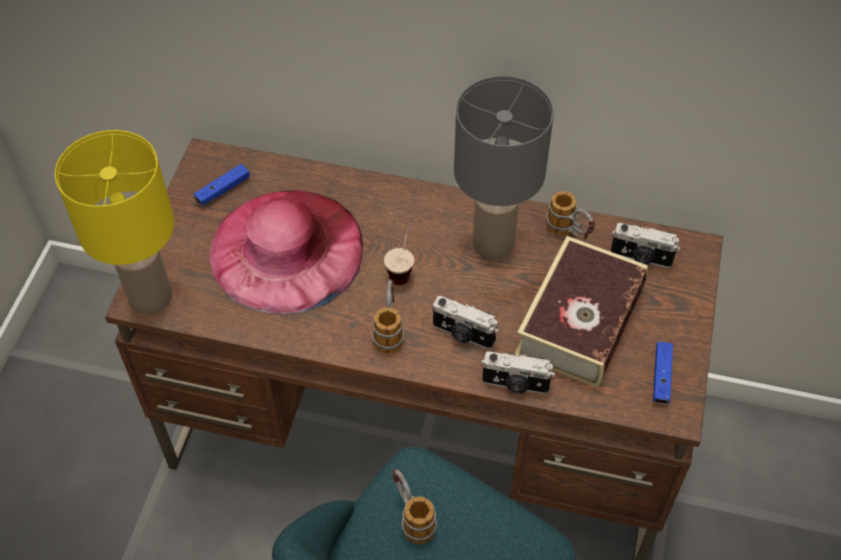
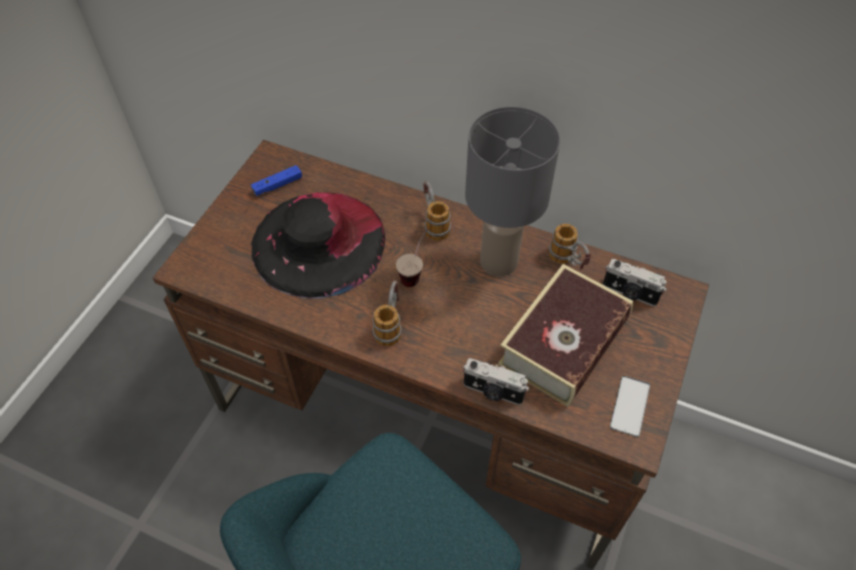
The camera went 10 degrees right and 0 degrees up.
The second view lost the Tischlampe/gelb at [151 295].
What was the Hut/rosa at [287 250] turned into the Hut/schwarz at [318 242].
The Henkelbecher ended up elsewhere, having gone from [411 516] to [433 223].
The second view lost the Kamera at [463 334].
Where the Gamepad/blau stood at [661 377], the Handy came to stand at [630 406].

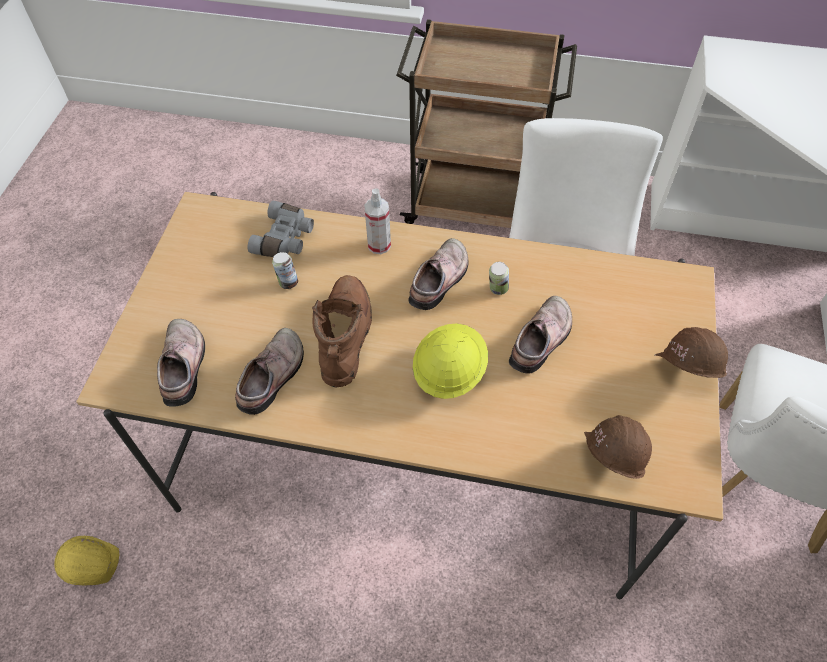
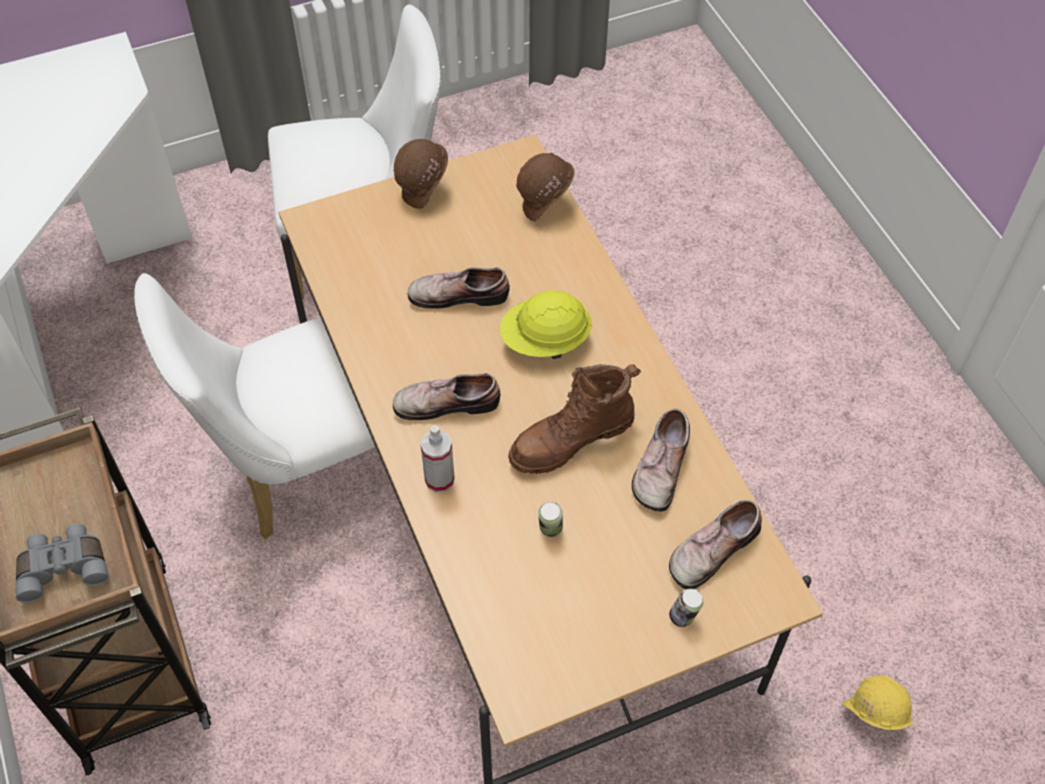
The camera went 125 degrees left and 0 degrees up.
The Schuh at [274 376] ended up facing another way, 60 degrees counterclockwise from before.
The Fernglas/grau ended up elsewhere, having gone from [285 239] to [64 566].
The Dose ended up elsewhere, having gone from [497 290] to [683 617].

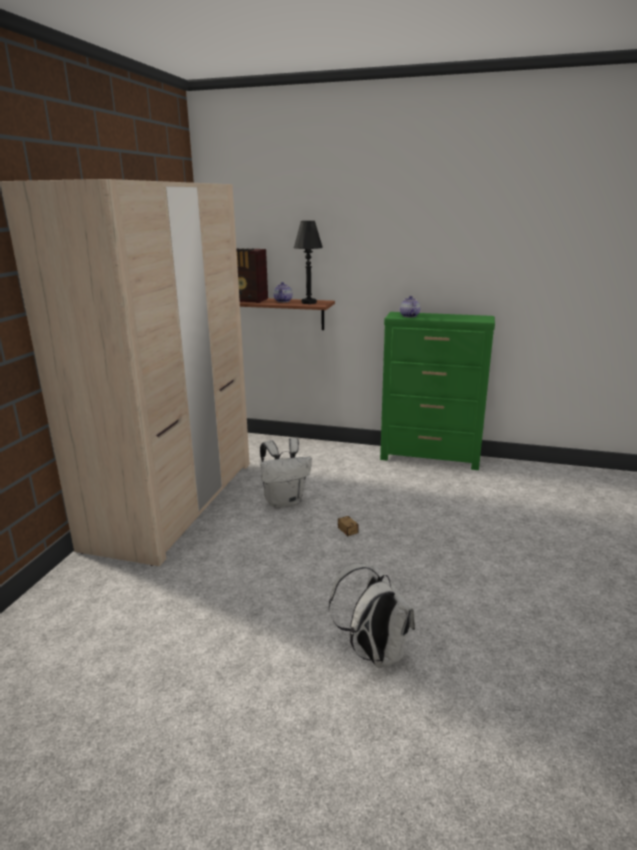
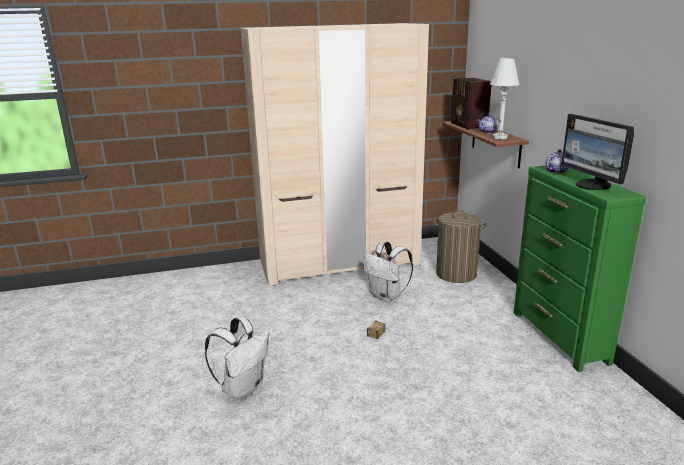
The camera went 60 degrees right and 0 degrees up.
What was the Tischlampe/schwarz at [308 302] turned into the Tischlampe/weiß at [499 137].
The second view gained the Wäschekorb at [456 274].
The second view gained the Monitor at [592 185].

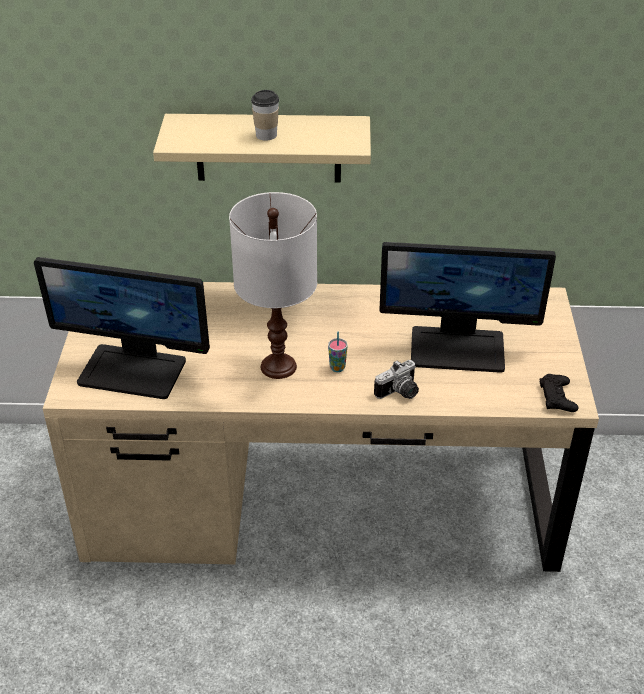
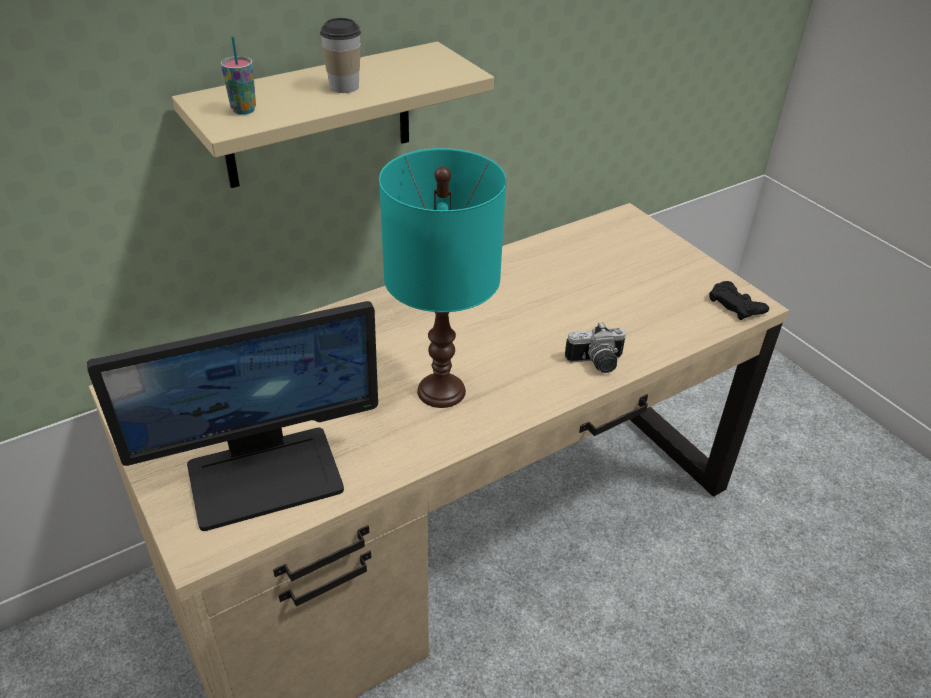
The camera went 35 degrees left and 0 degrees up.
What was the Tischlampe/weiß at [278 367] turned into the Tischlampe/türkis at [441 391].
The Tasse ended up elsewhere, having gone from [337 368] to [244 110].
The Kamera at [400 393] ended up facing another way, 60 degrees clockwise from before.
The second view lost the Monitor at [458 348].

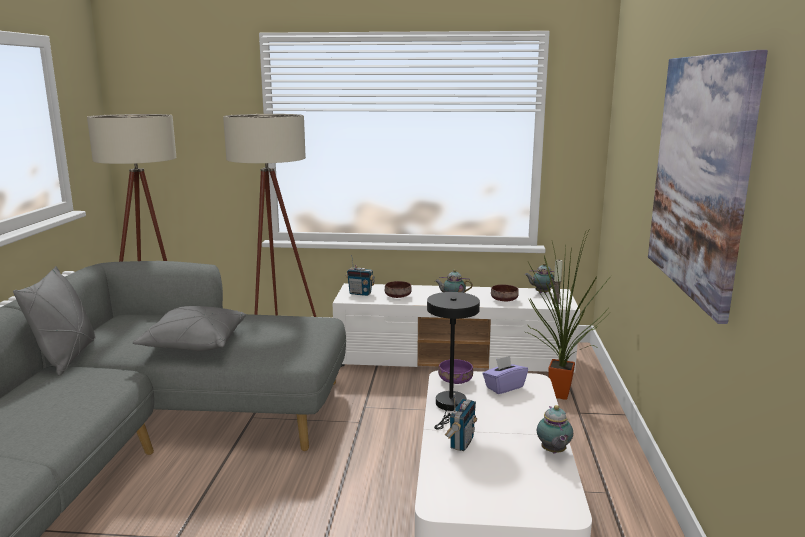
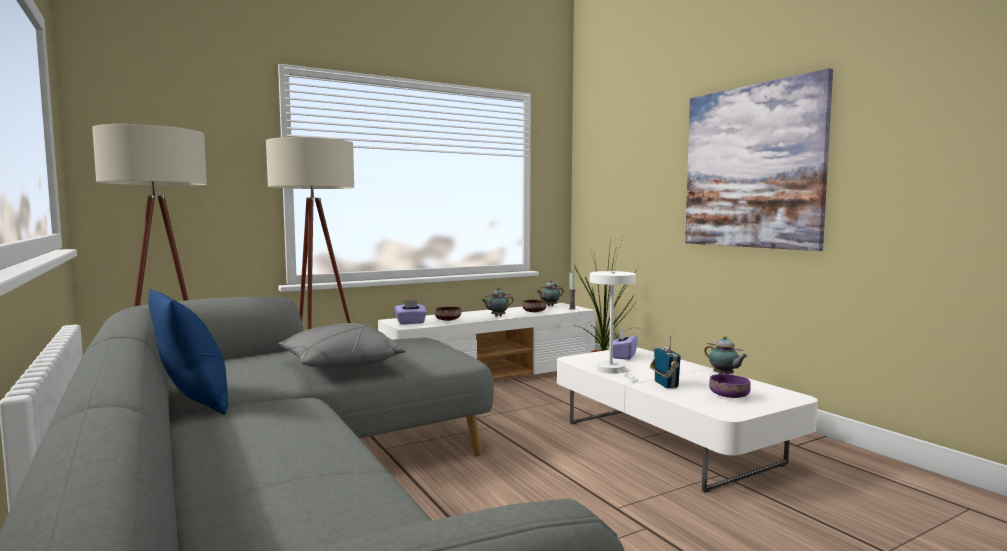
The camera went 35 degrees left and 10 degrees down.
What was the Kissen/grau at [67 357] turned into the Kissen/blau at [193 402].
Where the Radio stood at [360 293], the Taschentuchbox/lila came to stand at [411 322].
What was the Tischlampe/schwarz at [450 406] turned into the Tischlampe/weiß at [613 371].
The Schüssel/lila ended up elsewhere, having gone from [456 380] to [730 396].

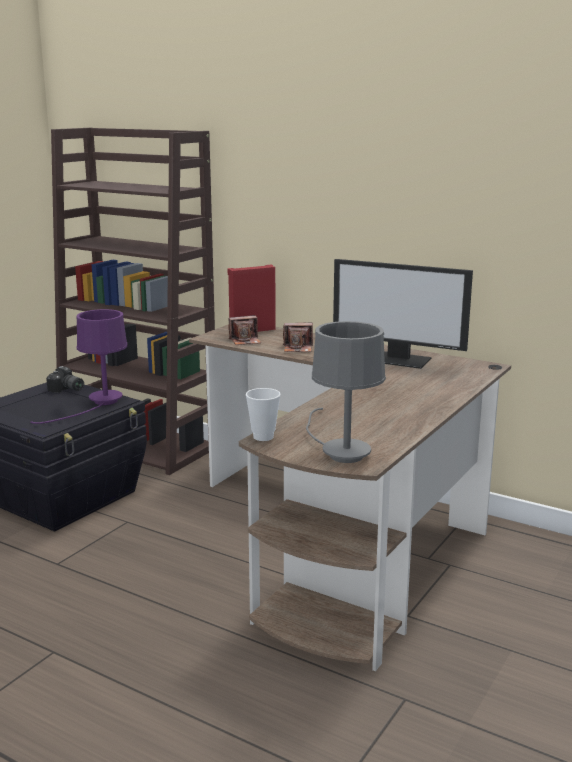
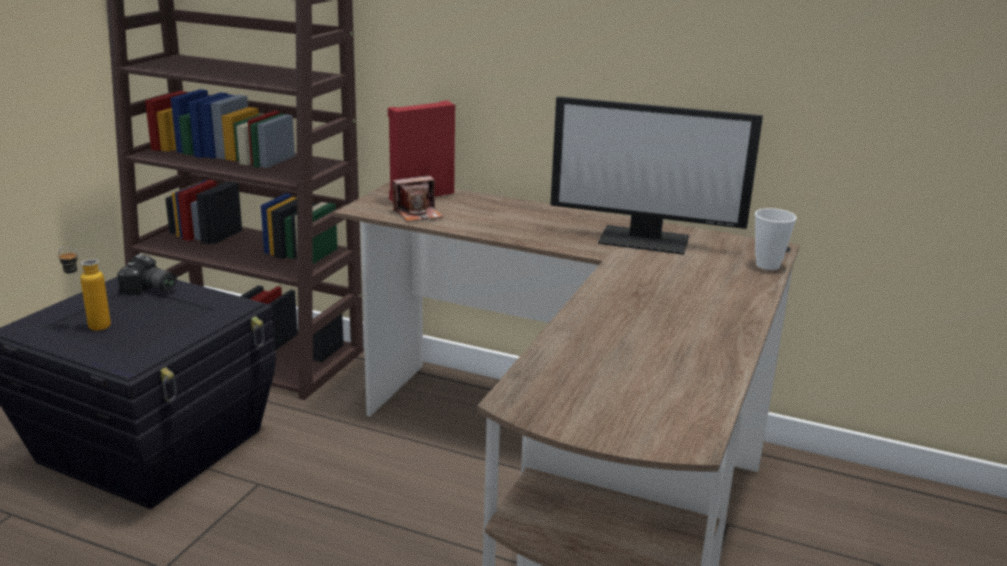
The camera went 10 degrees left and 5 degrees up.
The second view lost the Tischlampe/lila at [99 404].
The Tasse ended up elsewhere, having gone from [263 437] to [767 265].
The second view lost the Kamera at [298 348].
The second view lost the Tischlampe/grau at [339 450].
The second view gained the Flasche at [90 326].

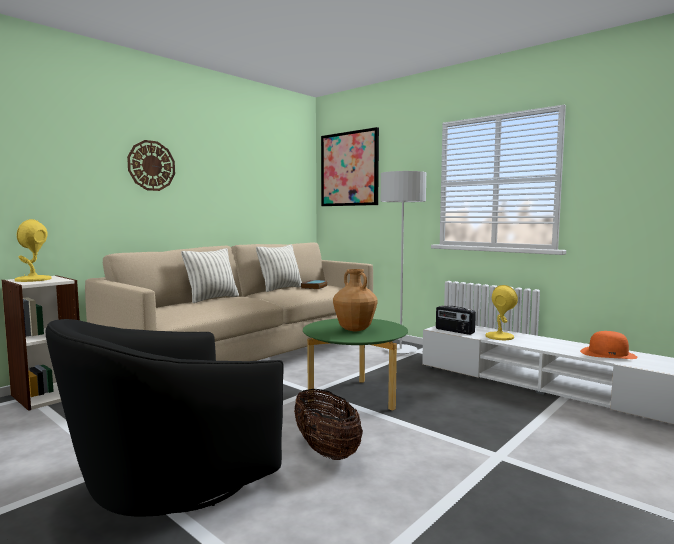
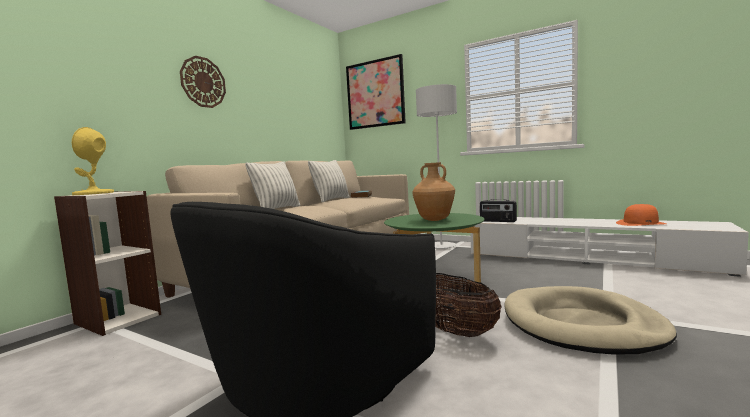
The camera went 10 degrees left and 0 degrees up.
The second view lost the Tischlampe/gelb at [499 336].
The second view gained the Hundebett/beige at [581 325].

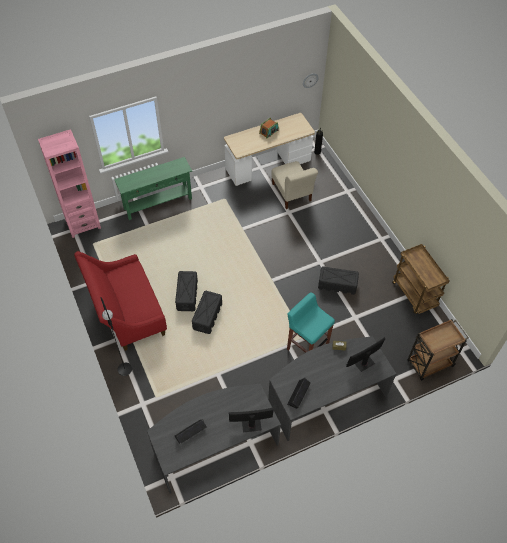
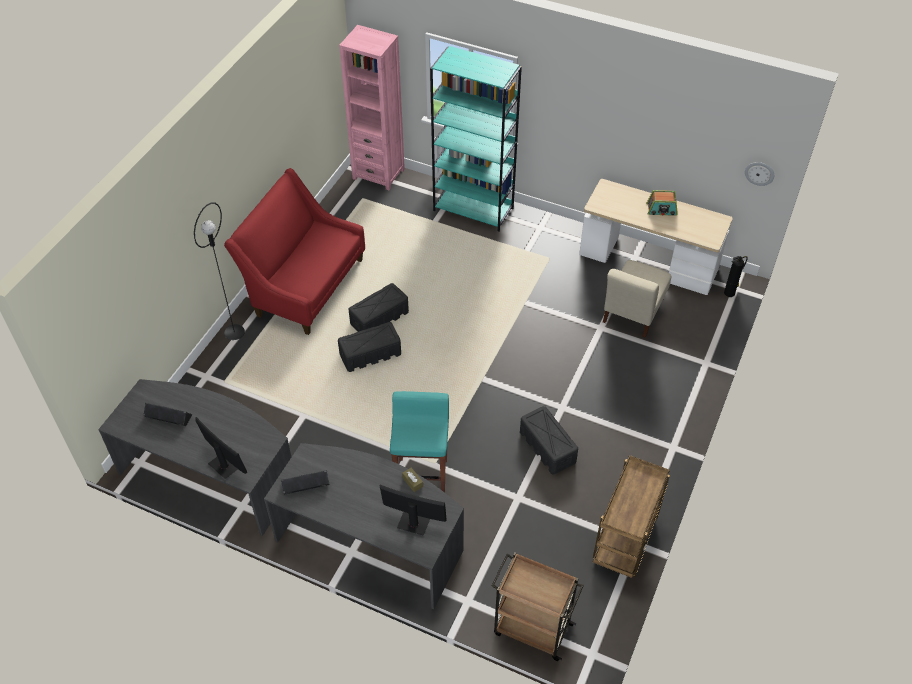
The camera went 50 degrees right and 5 degrees down.
Where the Konsolentisch/grün stood at [158 203], the Bücherregal/türkis came to stand at [474 209].

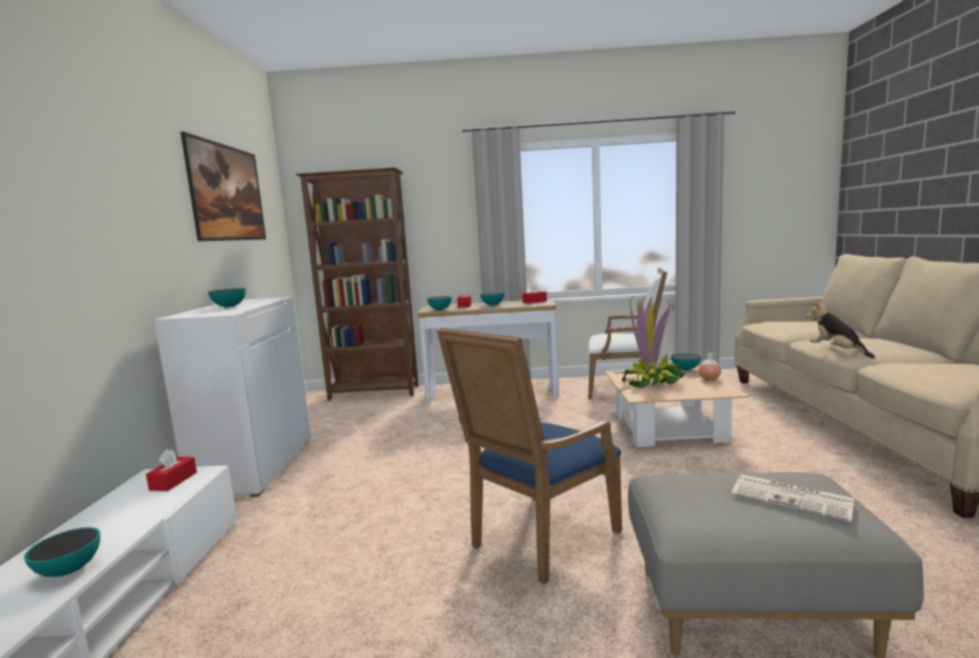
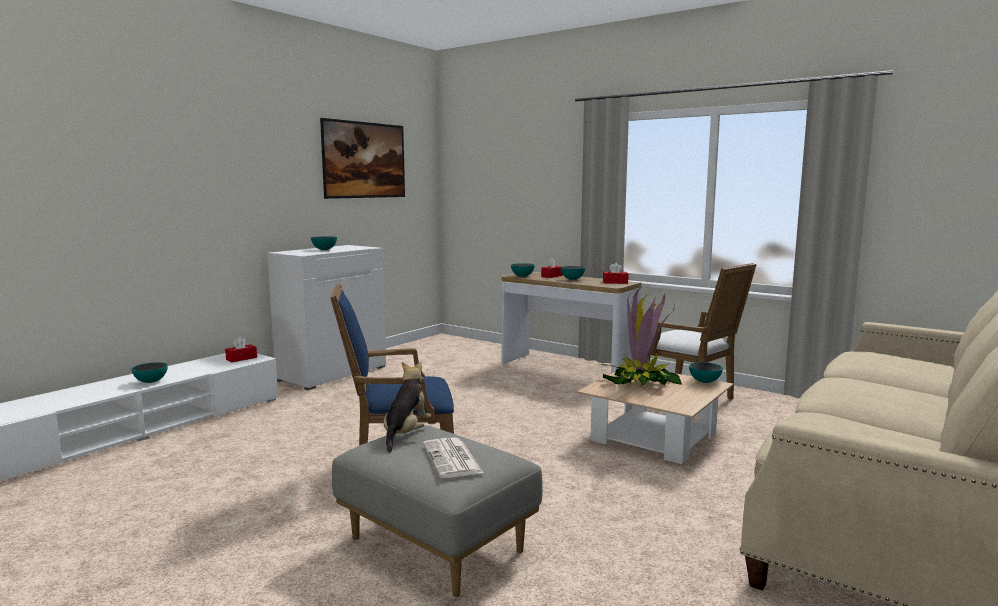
The camera went 35 degrees right and 0 degrees up.
The second view lost the Bücherregal/braun at [375 393].
The second view lost the Vase at [709 379].
The Plüschtier ended up elsewhere, having gone from [837 352] to [406 434].

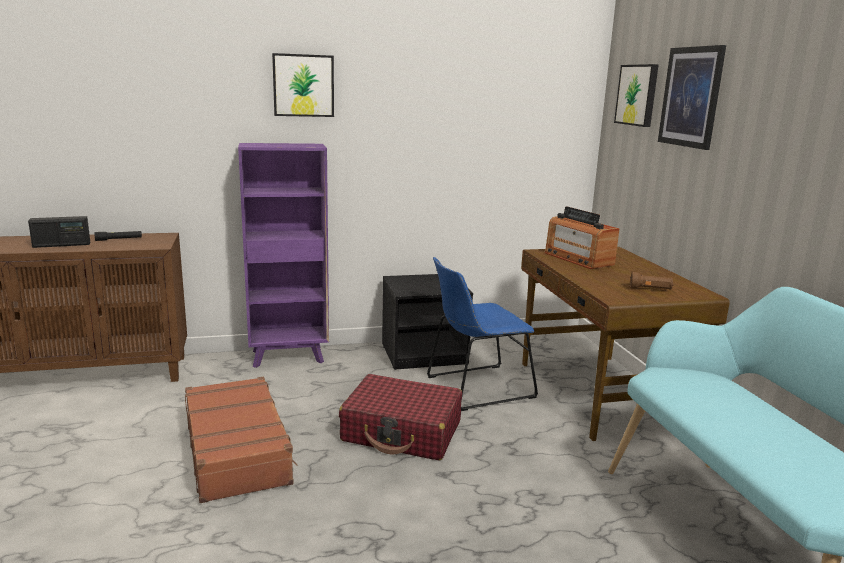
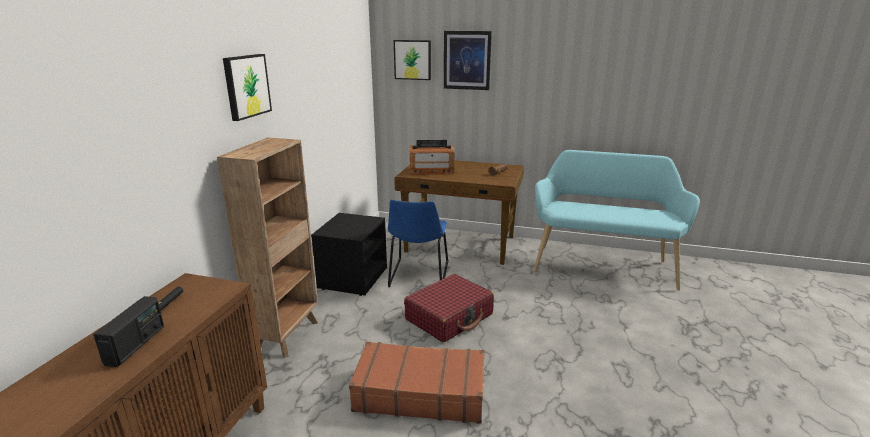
The camera went 60 degrees left and 5 degrees up.
What was the Bücherregal/lila at [289 357] turned into the Bücherregal/braun at [288 335].

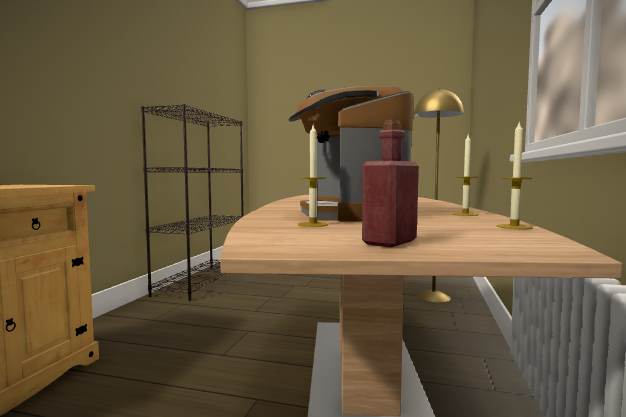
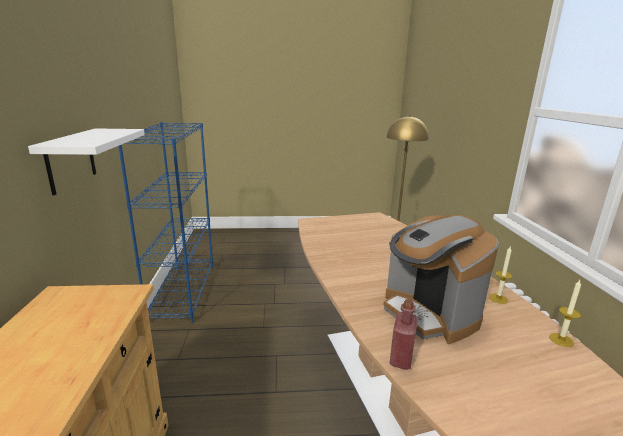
The camera went 20 degrees left and 15 degrees up.
What was the Bücherregal/schwarz at [202 281] turned into the Bücherregal/blau at [183 291].
The second view lost the Kerze at [313 224].
The Flasche/rot ended up elsewhere, having gone from [389 242] to [401 359].
The second view gained the Wandregal/weiß at [71 160].

